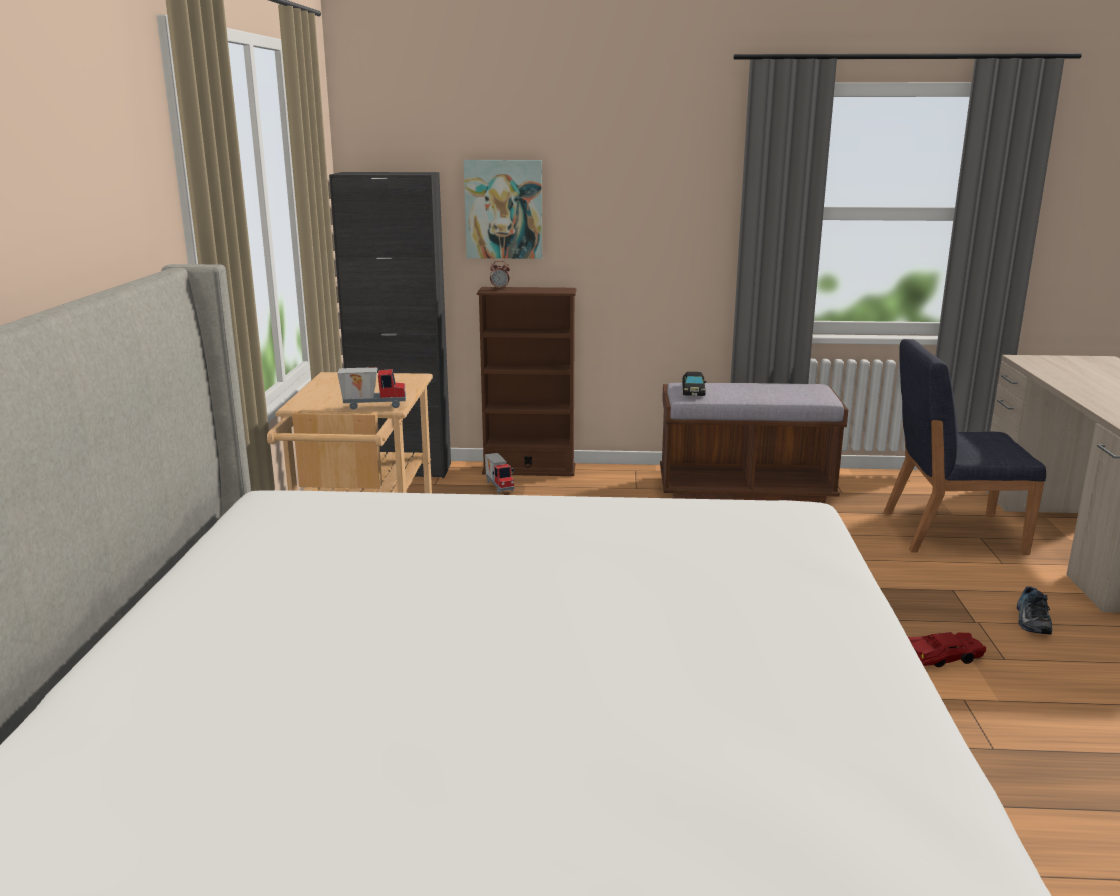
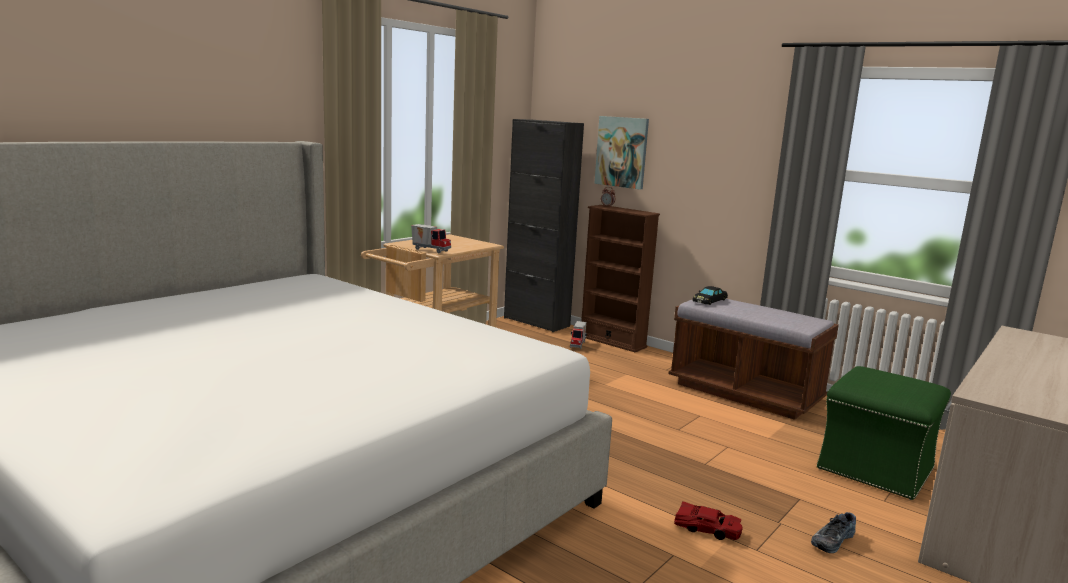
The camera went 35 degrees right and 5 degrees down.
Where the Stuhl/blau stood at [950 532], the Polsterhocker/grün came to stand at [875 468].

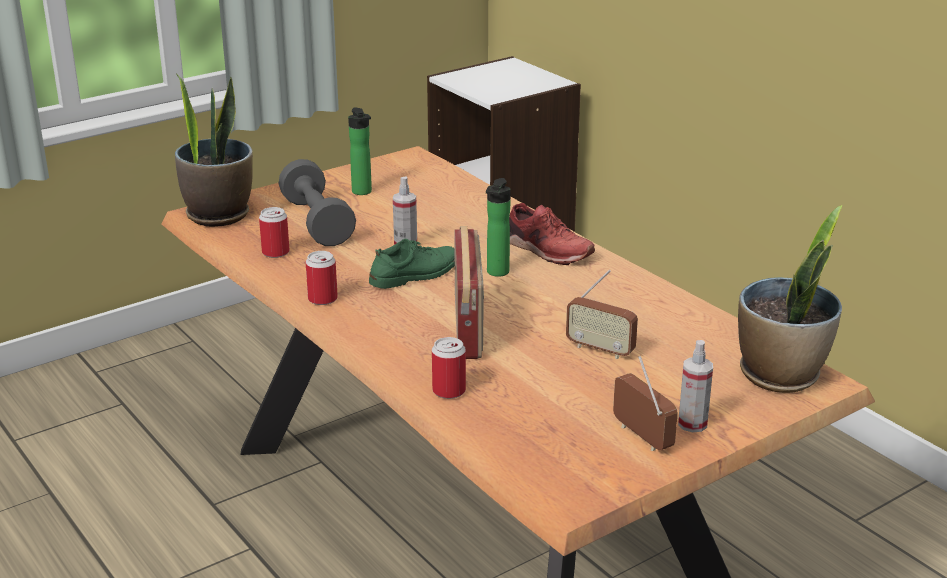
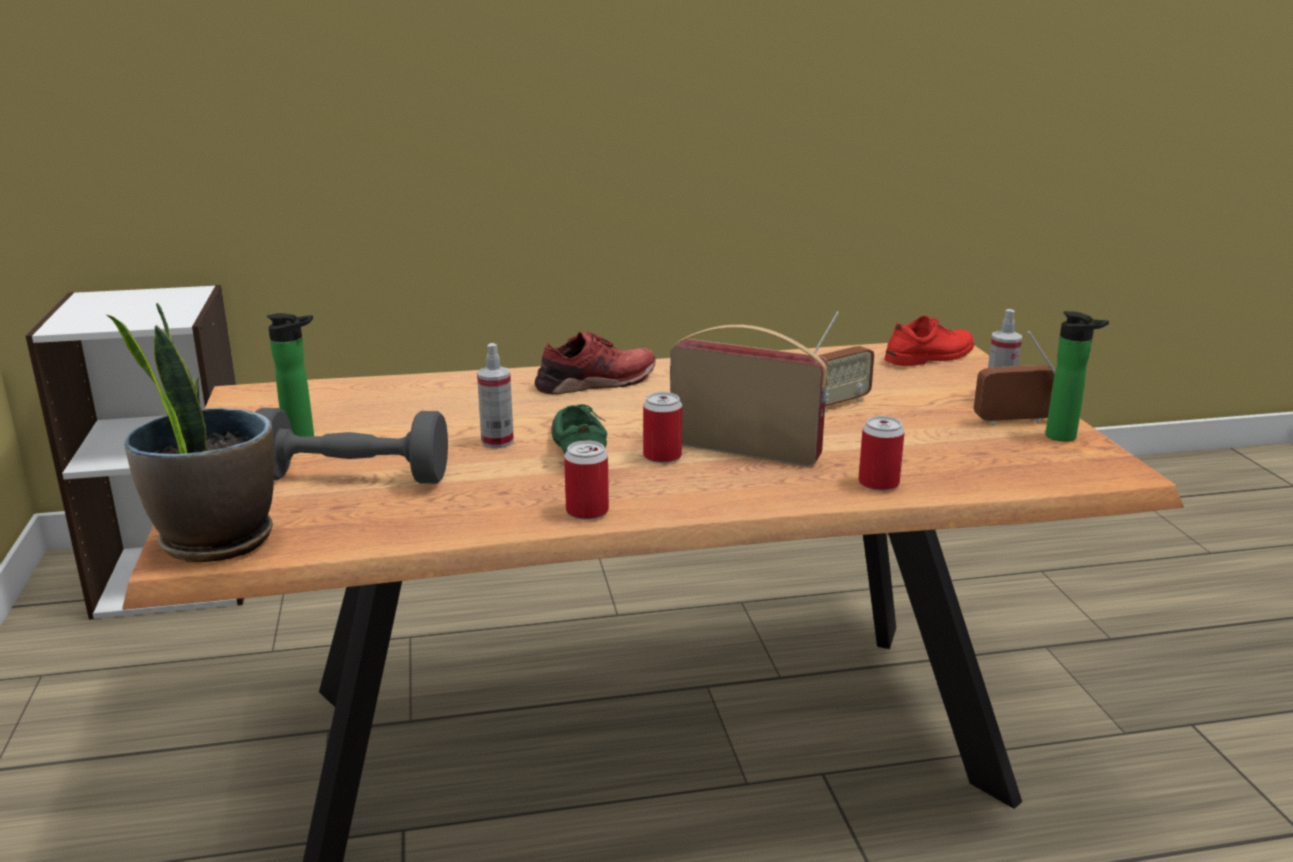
The camera went 65 degrees left and 5 degrees down.
The Dose ended up elsewhere, having gone from [275 252] to [662 456].
The Flasche ended up elsewhere, having gone from [496 273] to [1065 437].
Where the Topfpflanze stood at [781 375], the Schuh/rot came to stand at [930 356].

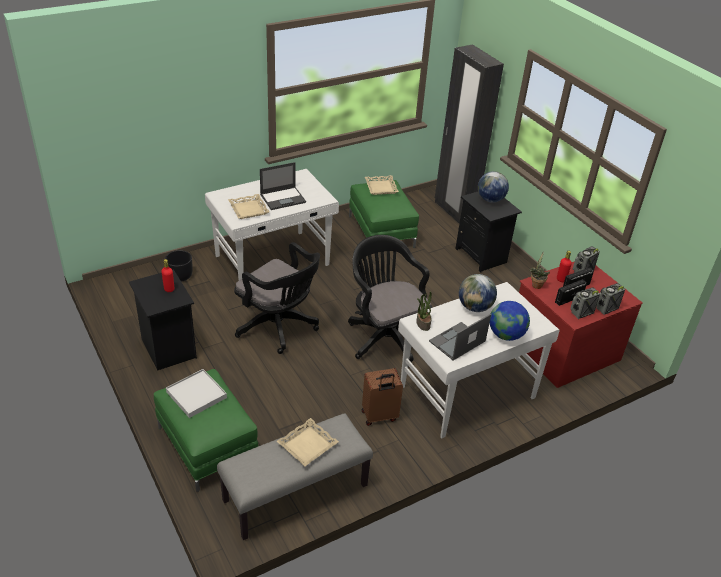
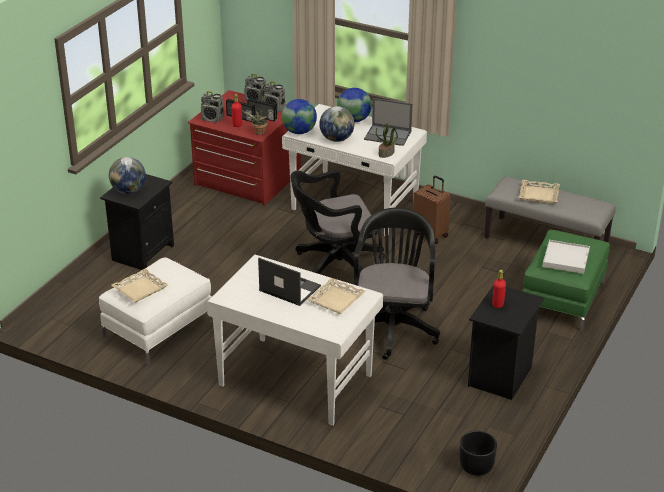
The camera went 120 degrees left and 5 degrees down.
The Pflanzkübel/schwarz ended up elsewhere, having gone from [180 276] to [476 466].
The Bürostuhl/schwarz at [385 336] ended up facing another way, 45 degrees clockwise from before.
What was the Polsterhocker/grün at [381 231] turned into the Polsterhocker/weiß at [158 329].
The second view lost the Kleiderschrank/schwarz at [454 211].
The second view gained the Globus at [299 132].

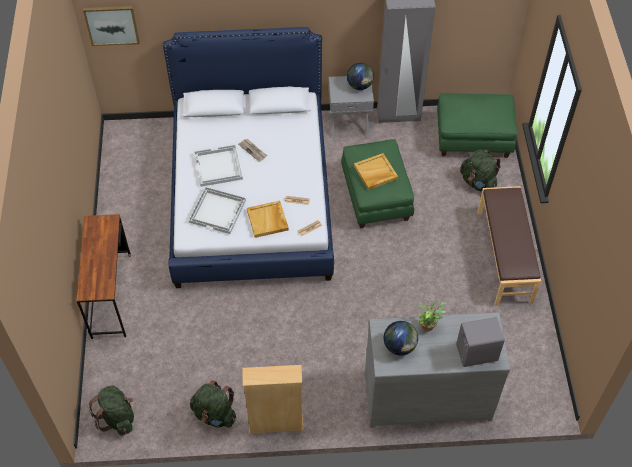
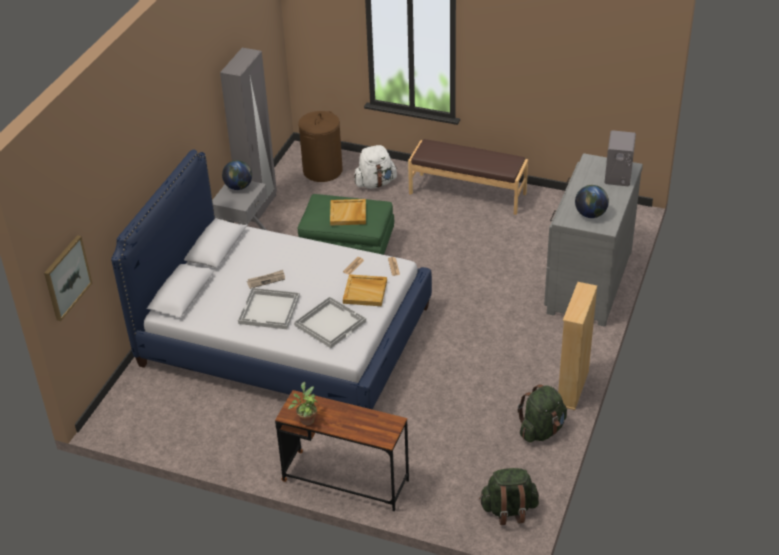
The camera went 65 degrees left and 15 degrees down.
The Topfpflanze ended up elsewhere, having gone from [428 325] to [306 419].
Where the Polsterhocker/grün stood at [473 138], the Wäschekorb/braun came to stand at [322 170].
What was the Rucksack/grün at [478 182] turned into the Rucksack/weiß at [375 183].

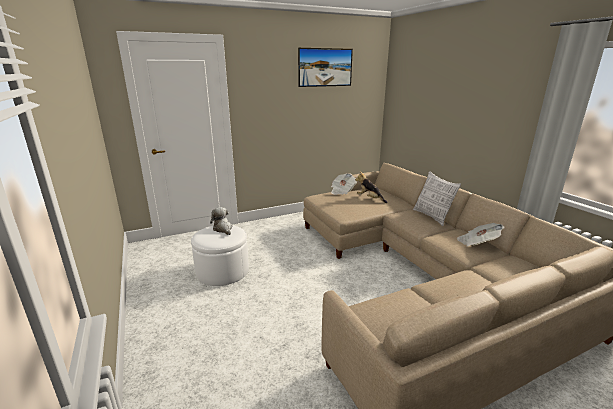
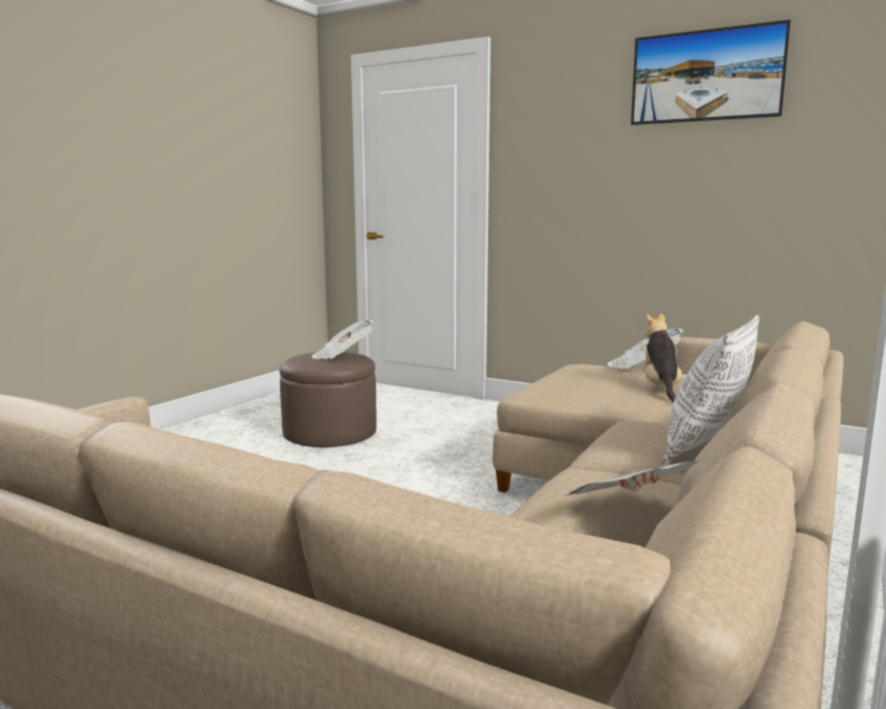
The camera went 55 degrees right and 10 degrees down.
What was the Polsterhocker/weiß at [222 271] turned into the Polsterhocker/braun at [330 432].
Where the Plüschtier stood at [223 229], the Zeitung came to stand at [343 356].

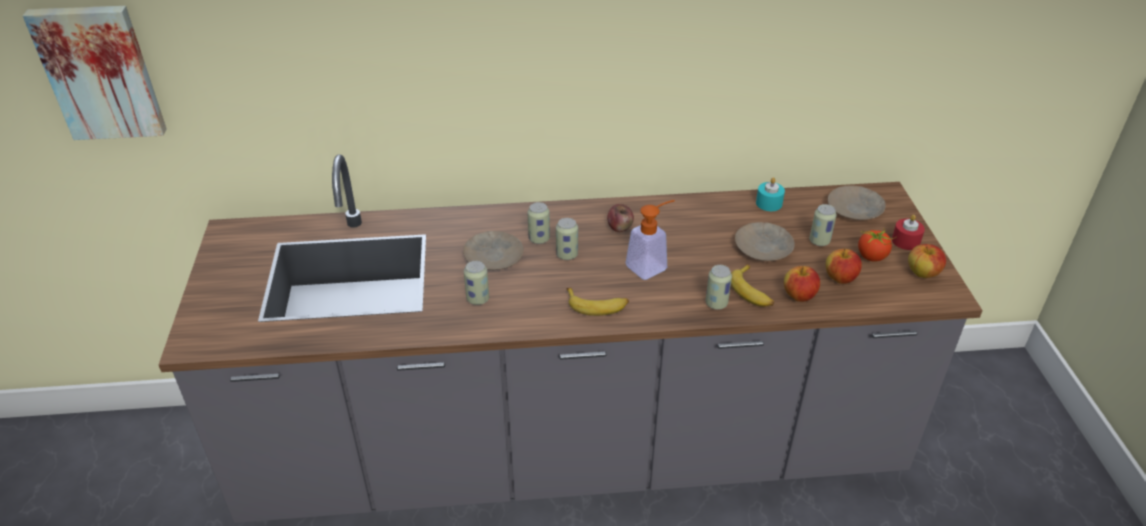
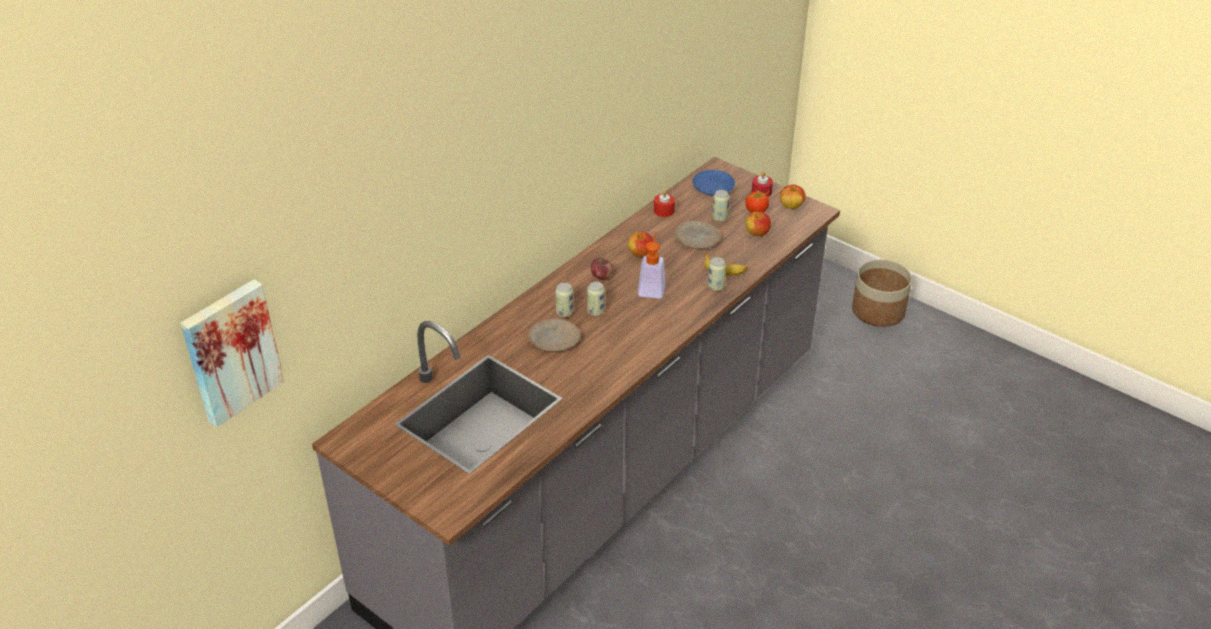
The camera went 45 degrees left and 0 degrees up.
The second view lost the Dose at [478 299].
The second view lost the Banane at [597 305].
What was the Kerze/türkis at [769 203] turned into the Kerze/rot at [664 210].
The Apfel ended up elsewhere, having gone from [799 296] to [640 254].
What was the Teller/beige at [855 209] turned into the Teller/blau at [713 187].
The second view gained the Pflanzkübel at [878 311].

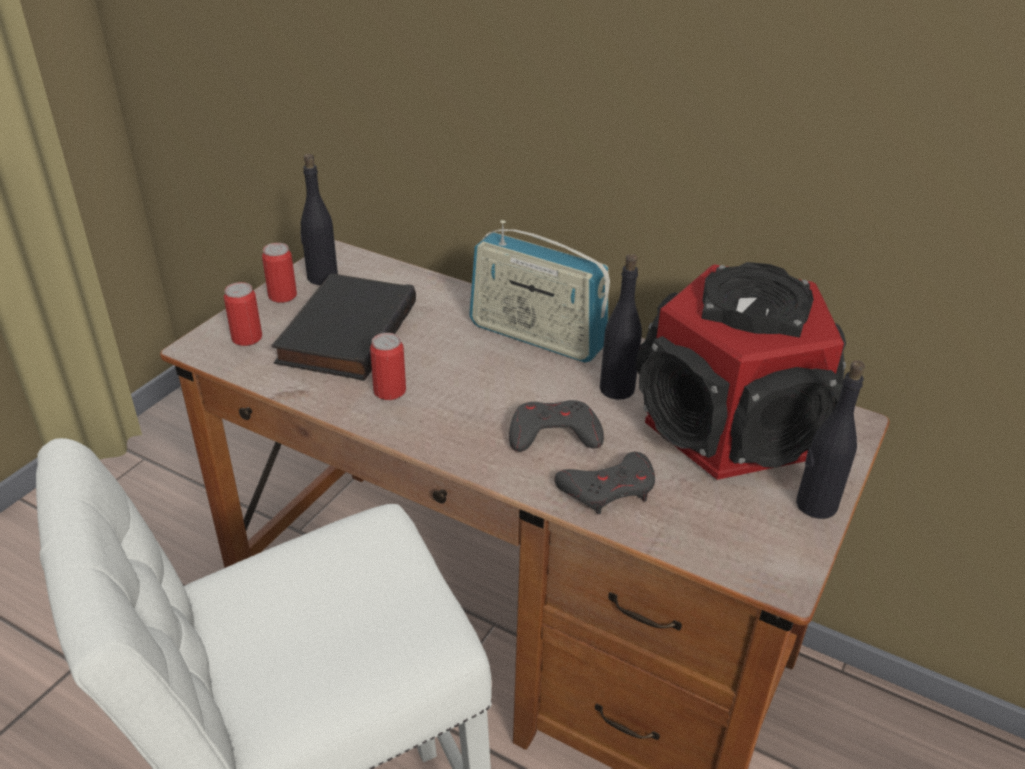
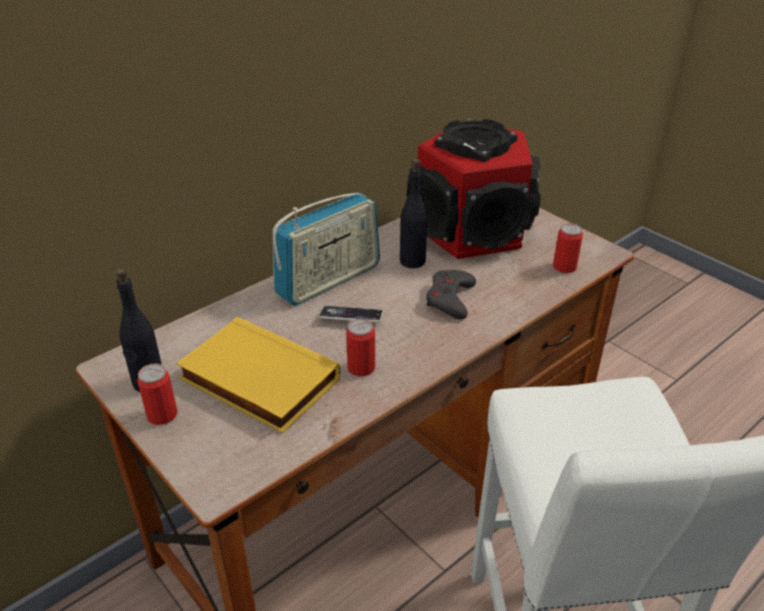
The camera went 70 degrees left and 0 degrees up.
The Dose ended up elsewhere, having gone from [247 338] to [564 267].
What was the Buch/schwarz at [345 332] turned into the Buch/gelb at [256 381].
The second view lost the Gamepad/grau at [609 489].
The second view lost the Flasche/schwarz at [815 505].
The second view gained the Handy at [351 317].

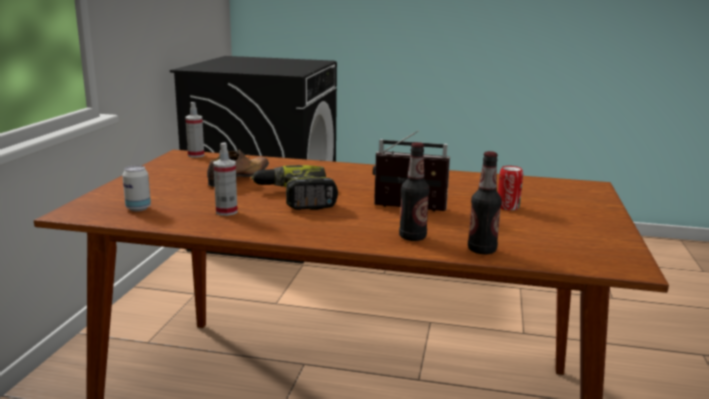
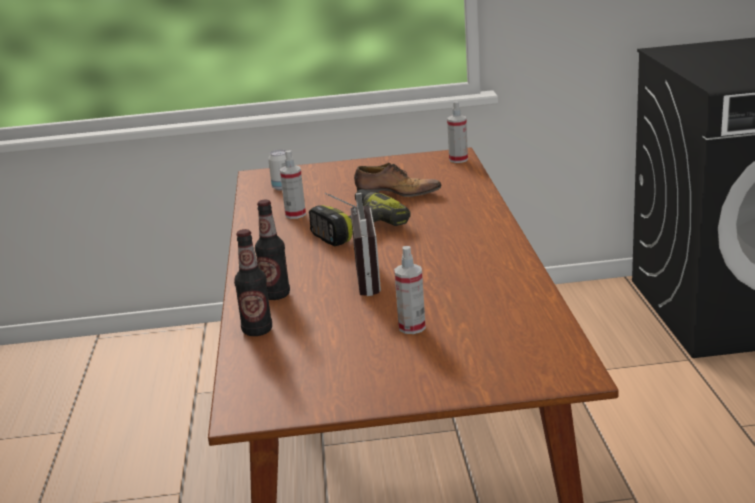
The camera went 75 degrees right and 5 degrees up.
Where the Dose stood at [508 207], the Sprühflasche came to stand at [412 327].

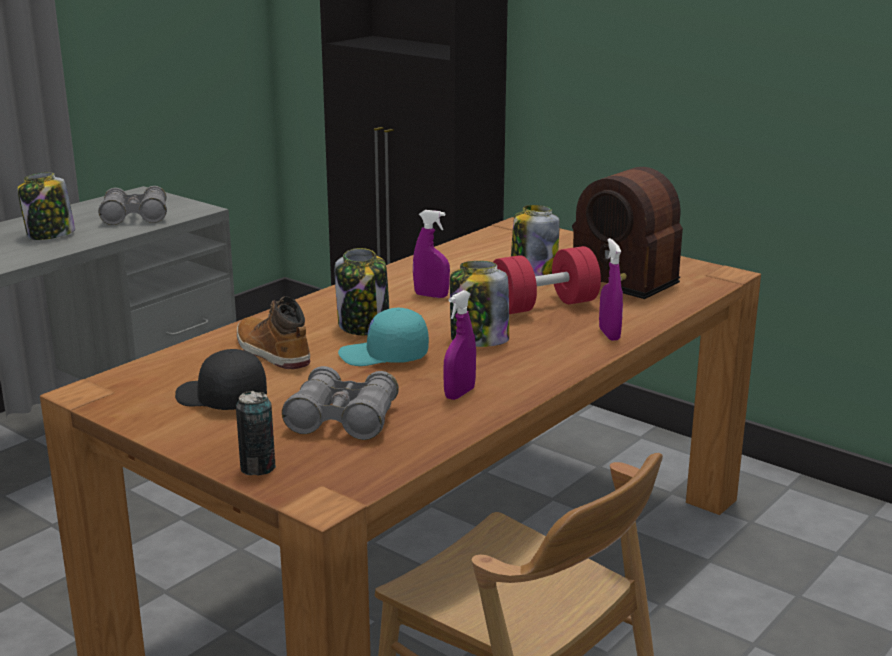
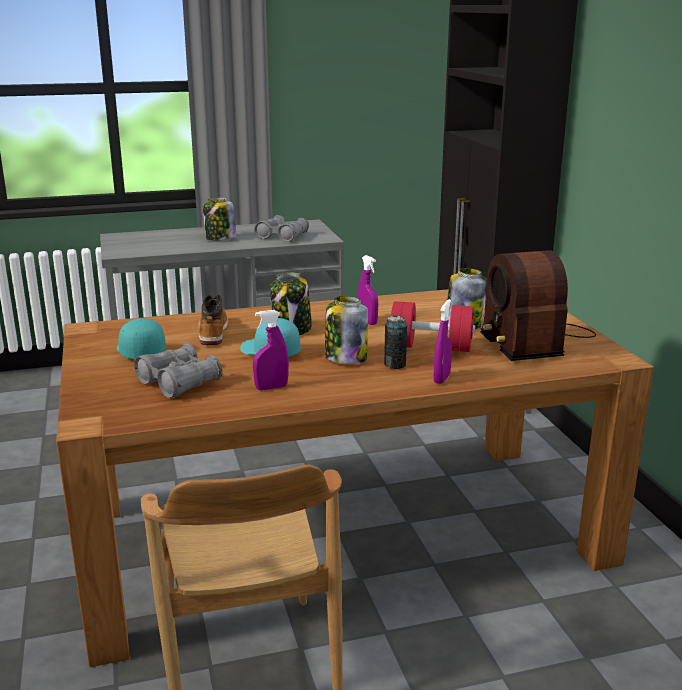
The camera went 35 degrees right and 0 degrees up.
What was the Kappe/schwarz at [220 399] turned into the Kappe/türkis at [139 351].
The Dose ended up elsewhere, having gone from [258 468] to [395 365].

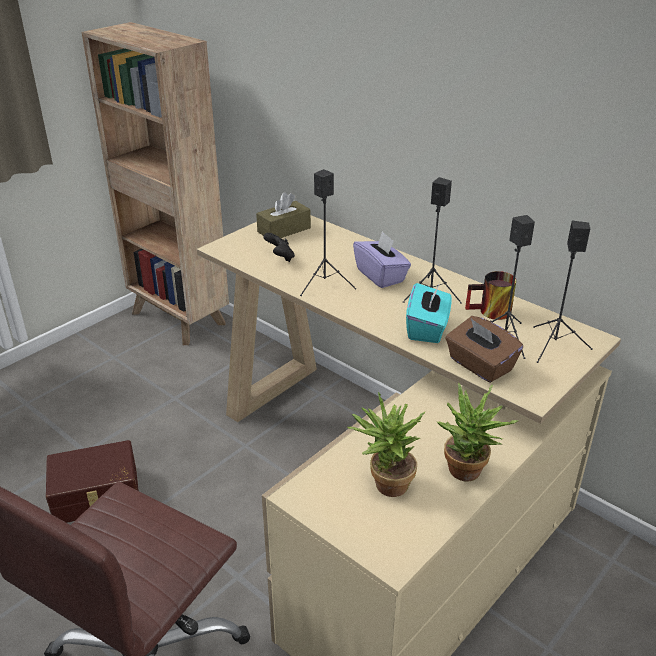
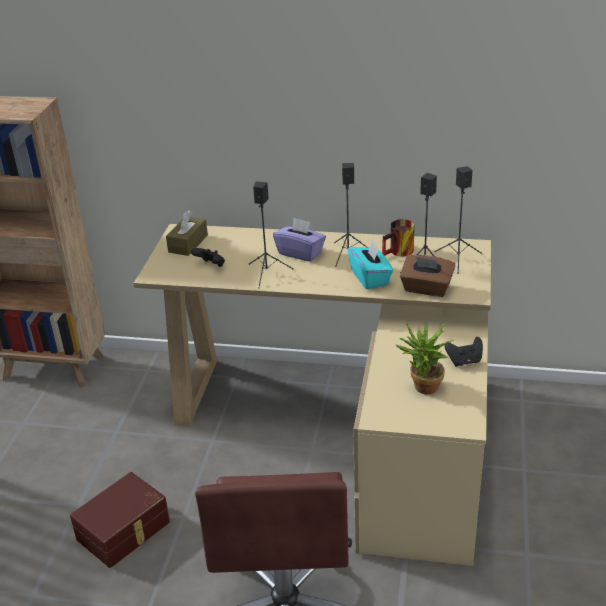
The camera went 30 degrees left and 0 degrees up.
Where the Topfpflanze stood at [468 475], the Gamepad/schwarz came to stand at [464 361].

